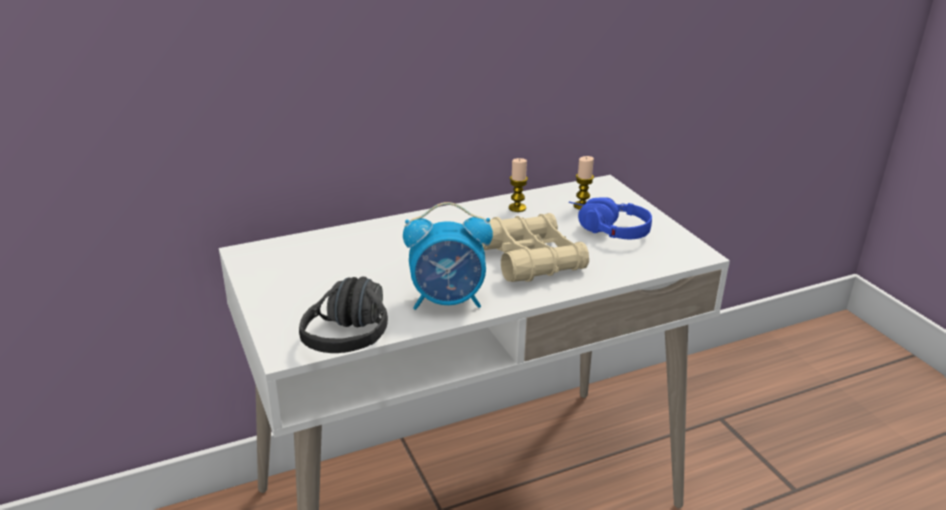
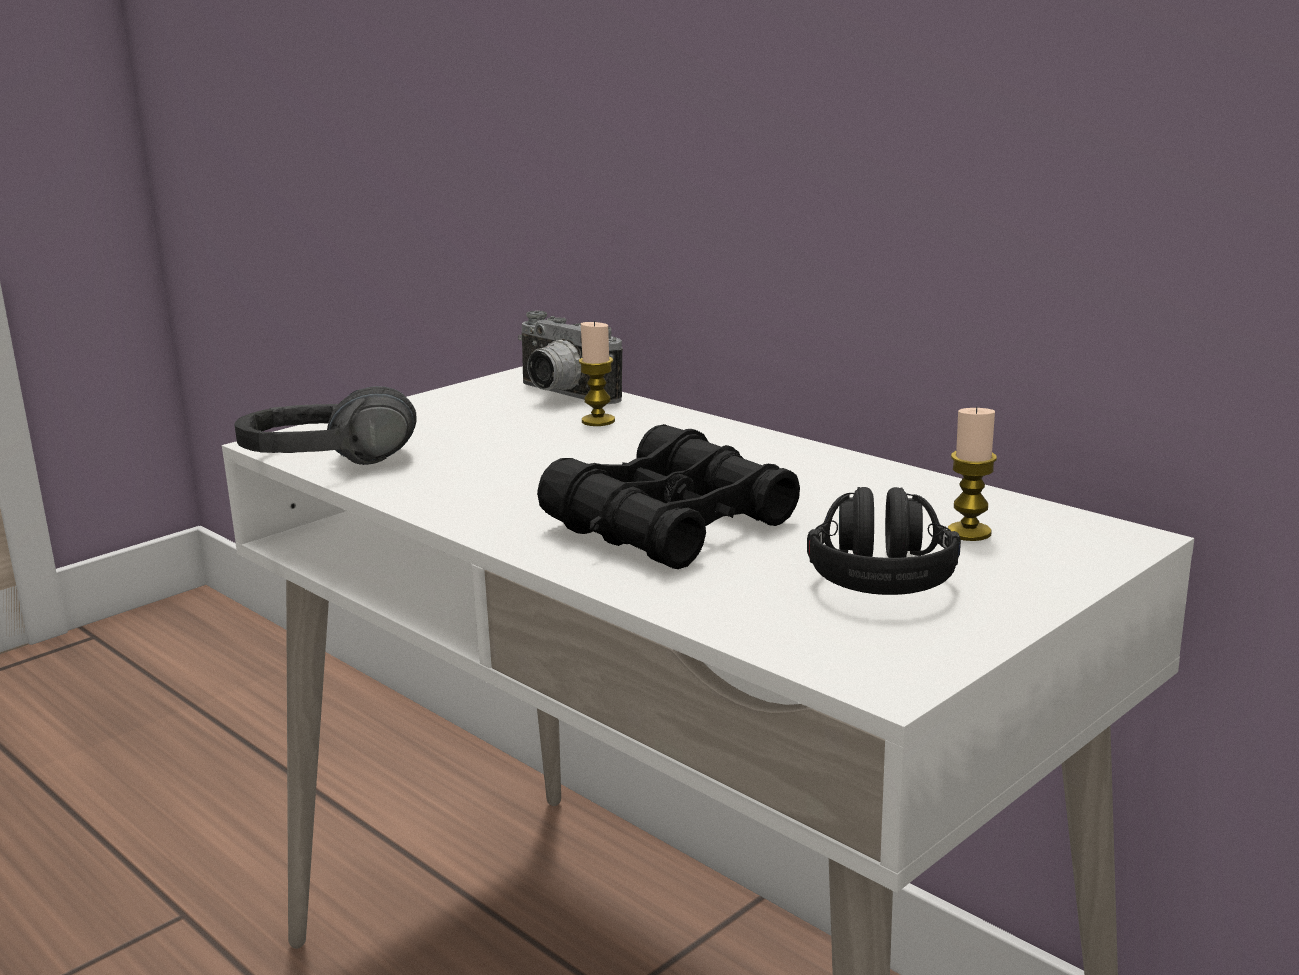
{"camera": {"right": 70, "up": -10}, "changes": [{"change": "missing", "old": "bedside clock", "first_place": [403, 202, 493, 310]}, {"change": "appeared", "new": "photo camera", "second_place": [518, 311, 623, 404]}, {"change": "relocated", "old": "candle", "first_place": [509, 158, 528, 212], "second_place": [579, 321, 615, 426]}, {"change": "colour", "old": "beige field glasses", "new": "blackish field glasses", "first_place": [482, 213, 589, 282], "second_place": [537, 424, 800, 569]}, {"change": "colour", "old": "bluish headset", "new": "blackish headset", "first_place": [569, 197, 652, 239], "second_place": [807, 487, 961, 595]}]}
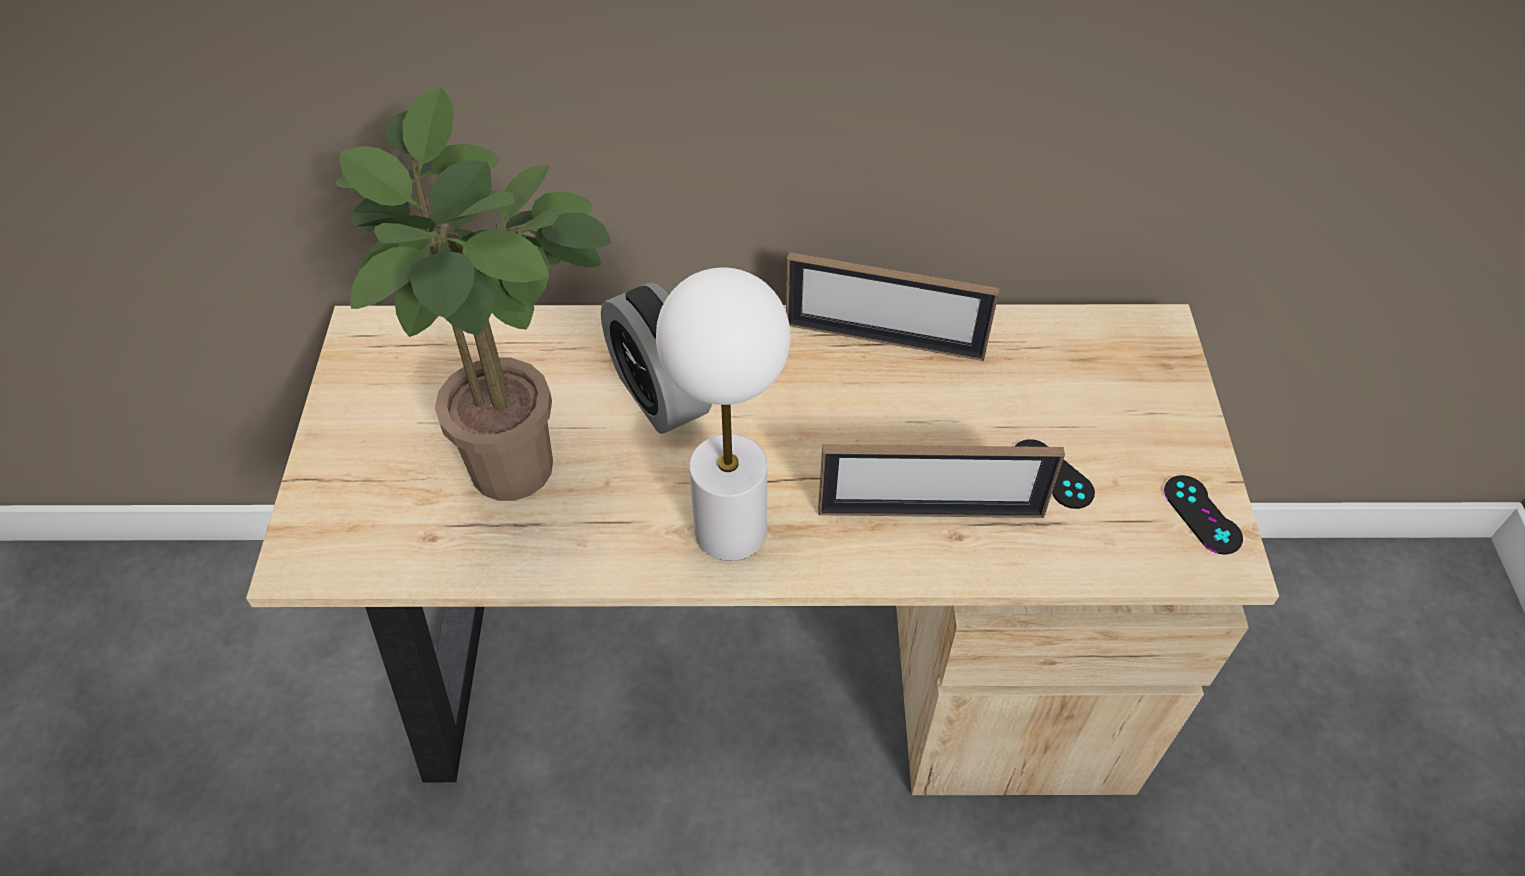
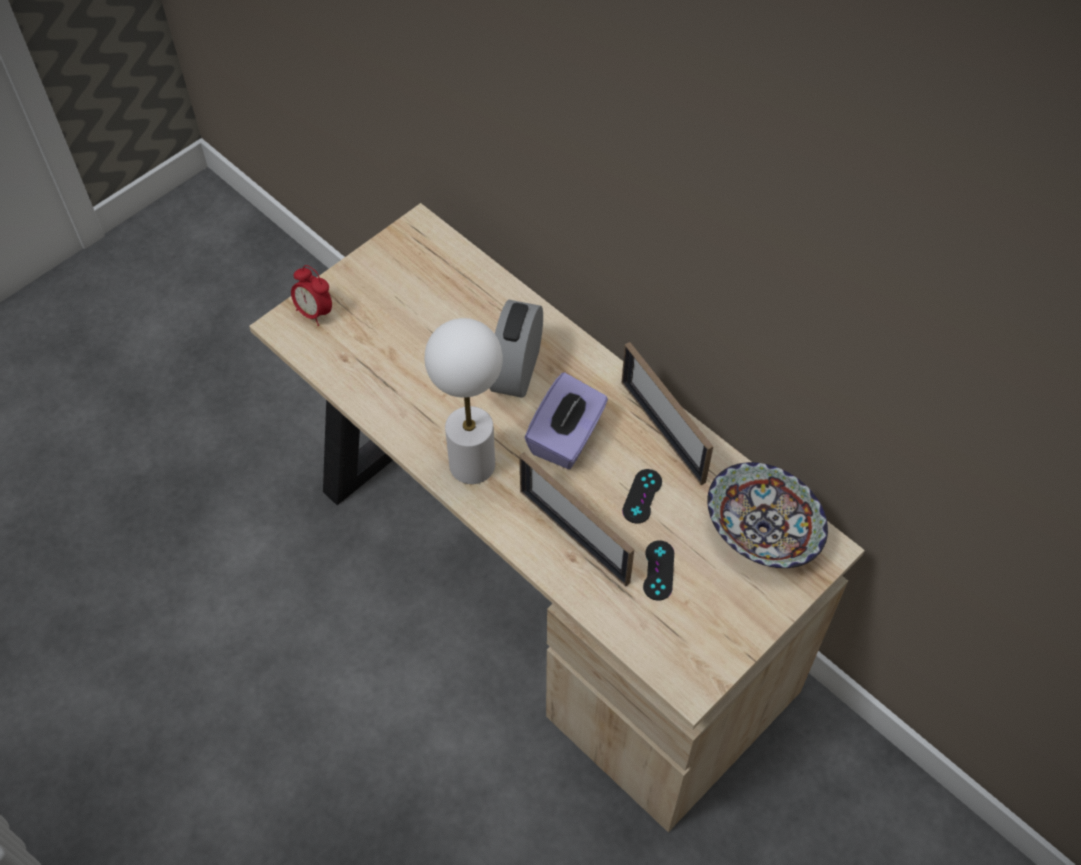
{"camera": {"right": 45, "up": 5}, "changes": [{"change": "missing", "old": "plant in a pot", "first_place": [336, 87, 611, 501]}, {"change": "appeared", "new": "bedside clock", "second_place": [291, 265, 332, 326]}, {"change": "appeared", "new": "purple-coloured box of tissues", "second_place": [524, 372, 608, 469]}, {"change": "appeared", "new": "bowl", "second_place": [707, 462, 828, 568]}, {"change": "relocated", "old": "blackish gamepad", "first_place": [1164, 475, 1243, 555], "second_place": [622, 469, 662, 523]}]}
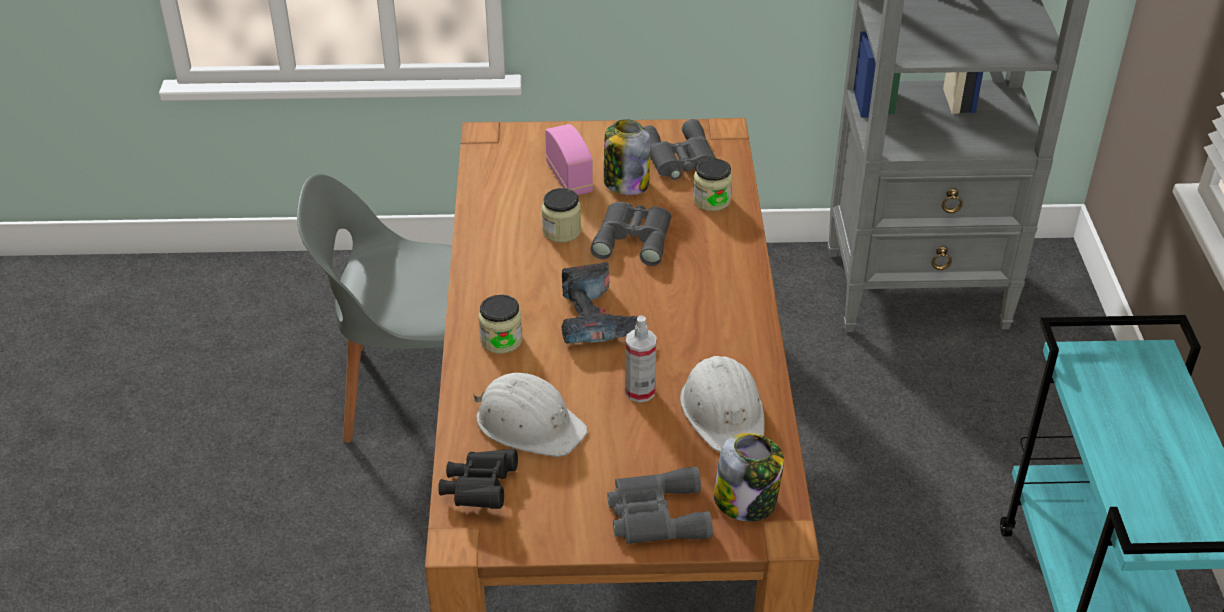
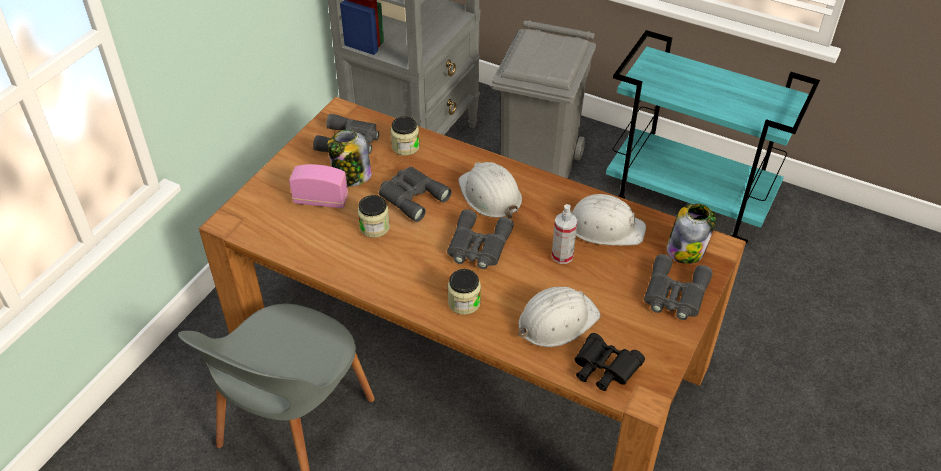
{"camera": {"right": -60, "up": 5}, "changes": [{"change": "appeared", "new": "white work helmet", "second_place": [458, 162, 522, 218]}, {"change": "appeared", "new": "grey trash can", "second_place": [491, 20, 596, 178]}, {"change": "exchanged", "old": "power drill", "new": "grey field glasses", "first_place": [562, 262, 649, 344], "second_place": [447, 209, 514, 269]}]}
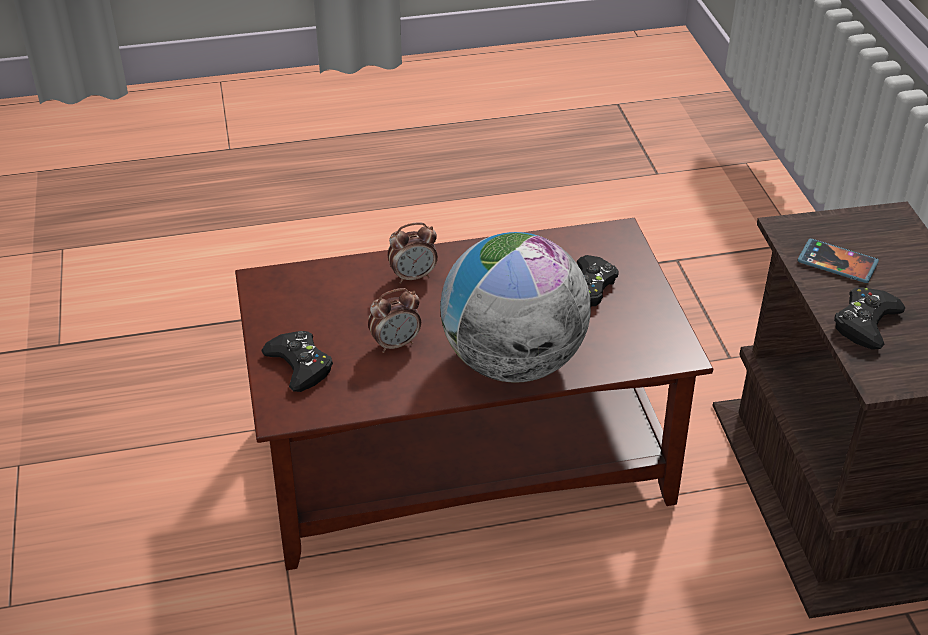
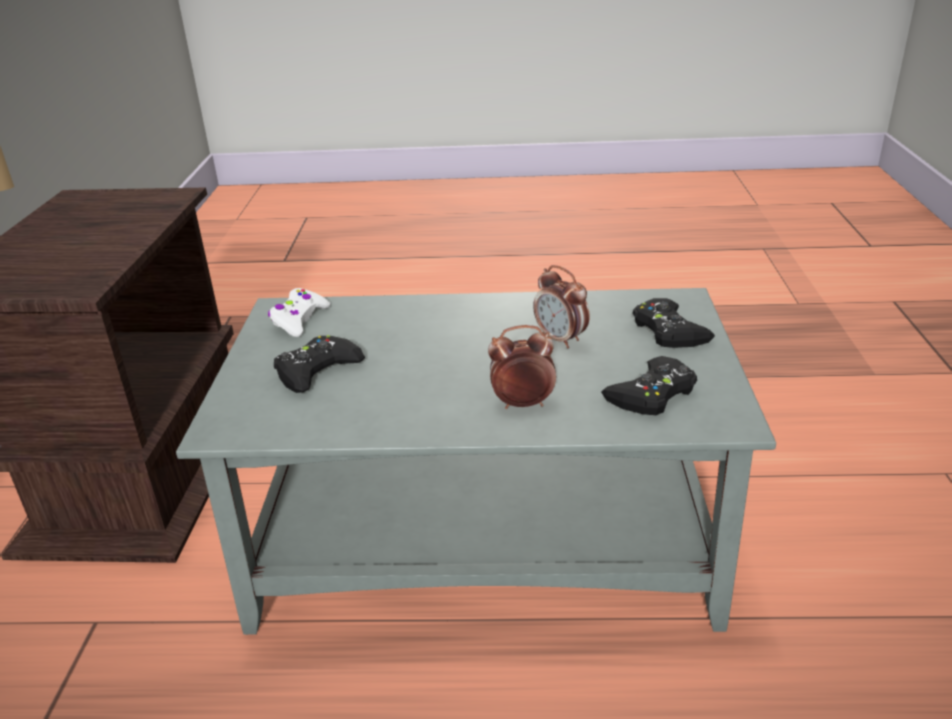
{"camera": {"right": -165, "up": -10}, "changes": [{"change": "missing", "old": "desk globe", "first_place": [440, 232, 591, 383]}, {"change": "missing", "old": "handset", "first_place": [797, 238, 879, 283]}, {"change": "appeared", "new": "white gamepad", "second_place": [268, 288, 331, 337]}, {"change": "relocated", "old": "blackish gamepad", "first_place": [834, 287, 905, 350], "second_place": [601, 356, 697, 415]}, {"change": "colour", "old": "brownish lounge table", "new": "grey lounge table", "first_place": [235, 218, 713, 570], "second_place": [176, 288, 776, 635]}, {"change": "spun", "old": "bedside clock", "first_place": [368, 288, 421, 353], "second_place": [533, 265, 590, 349], "degrees": -120}]}
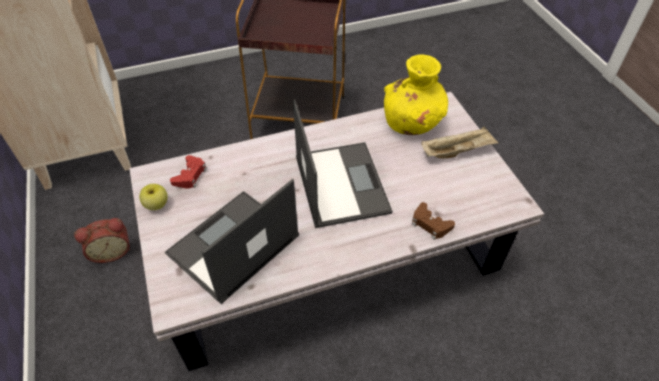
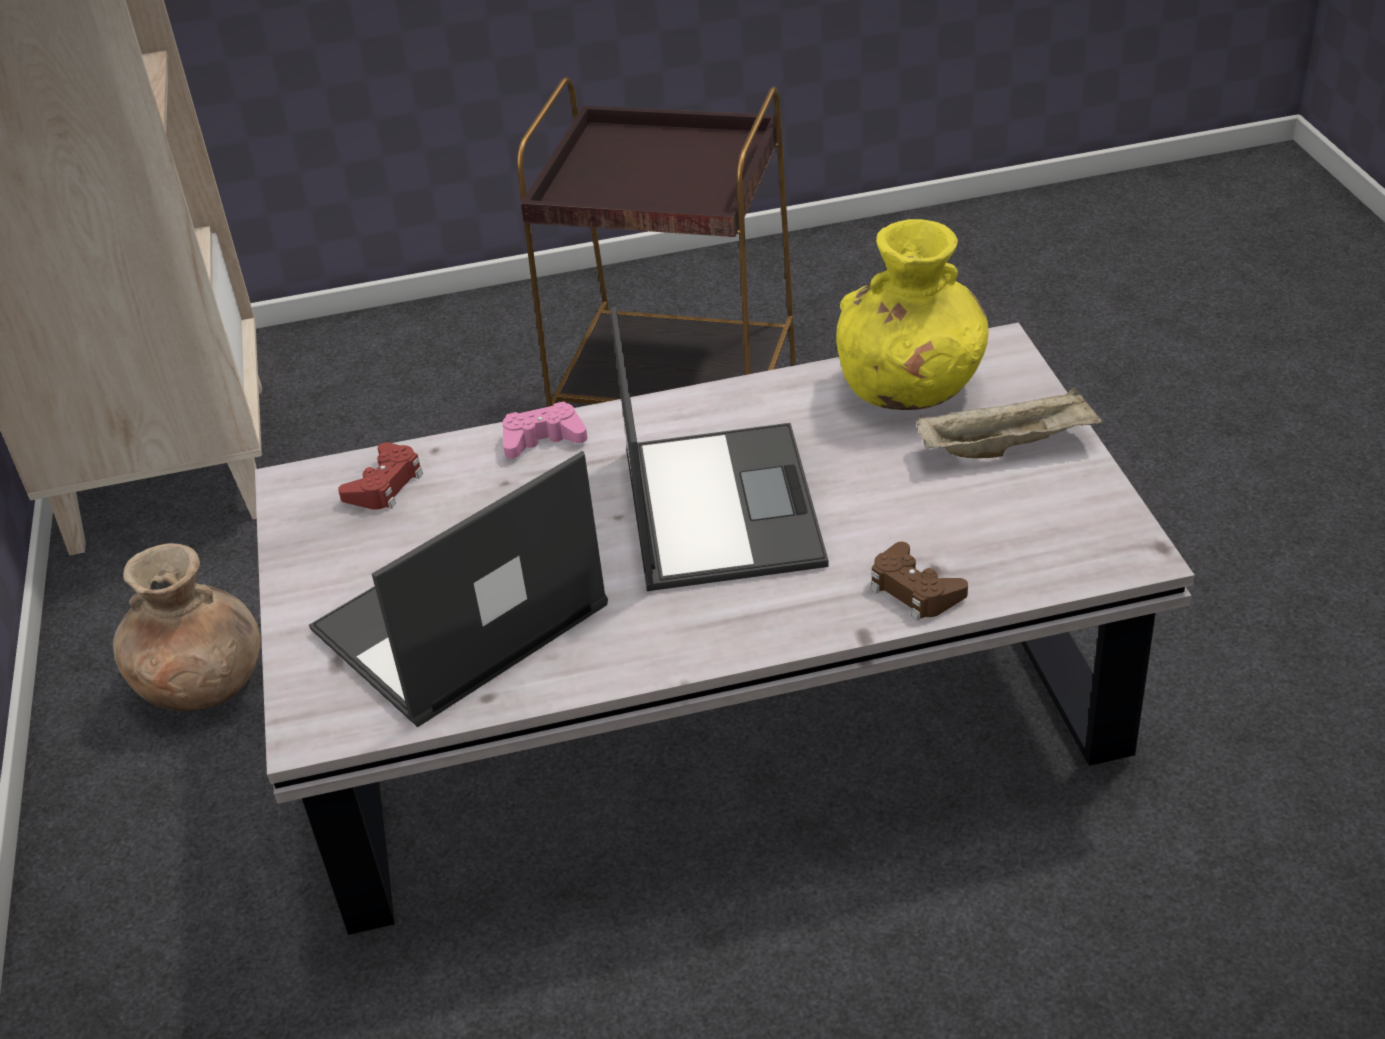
{"camera": {"right": 10, "up": -10}, "changes": [{"change": "missing", "old": "whole apple", "first_place": [139, 184, 168, 210]}, {"change": "appeared", "new": "pinkish gamepad", "second_place": [502, 401, 587, 459]}, {"change": "exchanged", "old": "bedside clock", "new": "brownish decorative vase", "first_place": [74, 218, 130, 263], "second_place": [113, 543, 260, 711]}]}
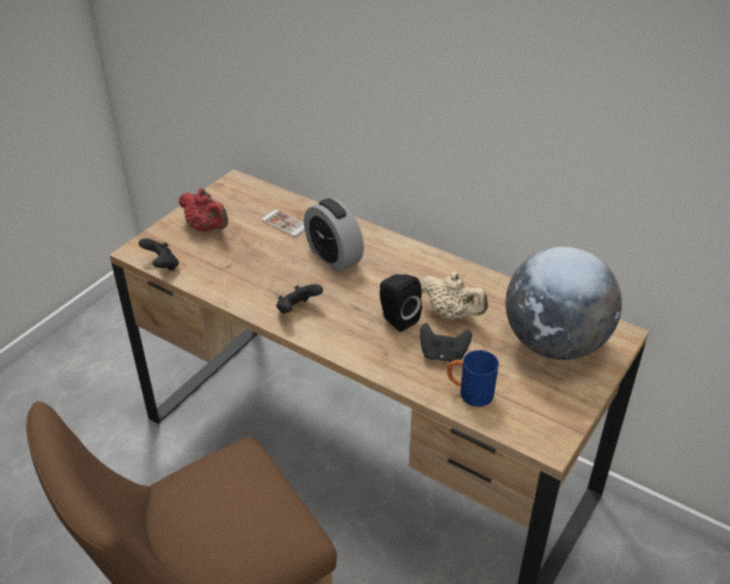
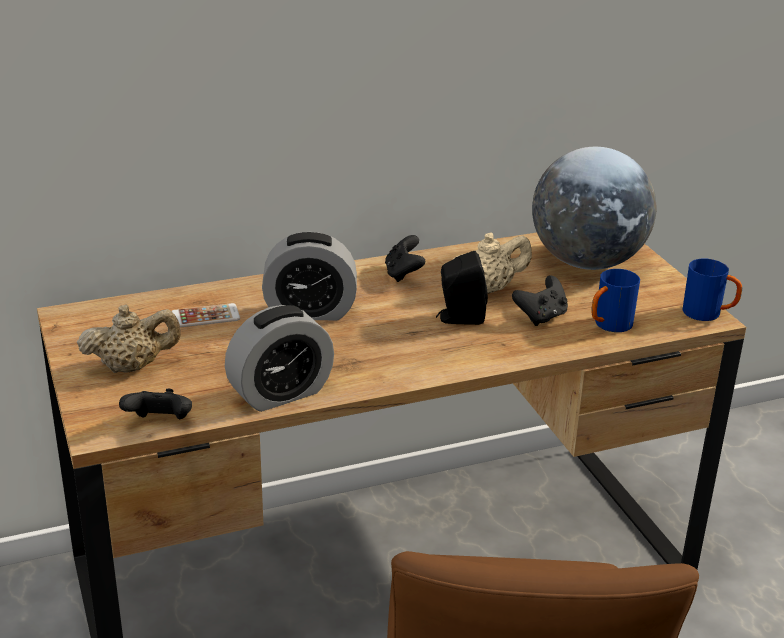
{"camera": {"right": -55, "up": -10}, "changes": [{"change": "appeared", "new": "bedside clock", "second_place": [225, 305, 334, 412]}, {"change": "appeared", "new": "bluish coffee mug", "second_place": [682, 259, 742, 321]}, {"change": "relocated", "old": "blackish gamepad", "first_place": [276, 284, 323, 313], "second_place": [385, 235, 425, 282]}, {"change": "colour", "old": "red-coloured teapot", "new": "beige teapot", "first_place": [179, 188, 228, 232], "second_place": [77, 304, 181, 373]}]}
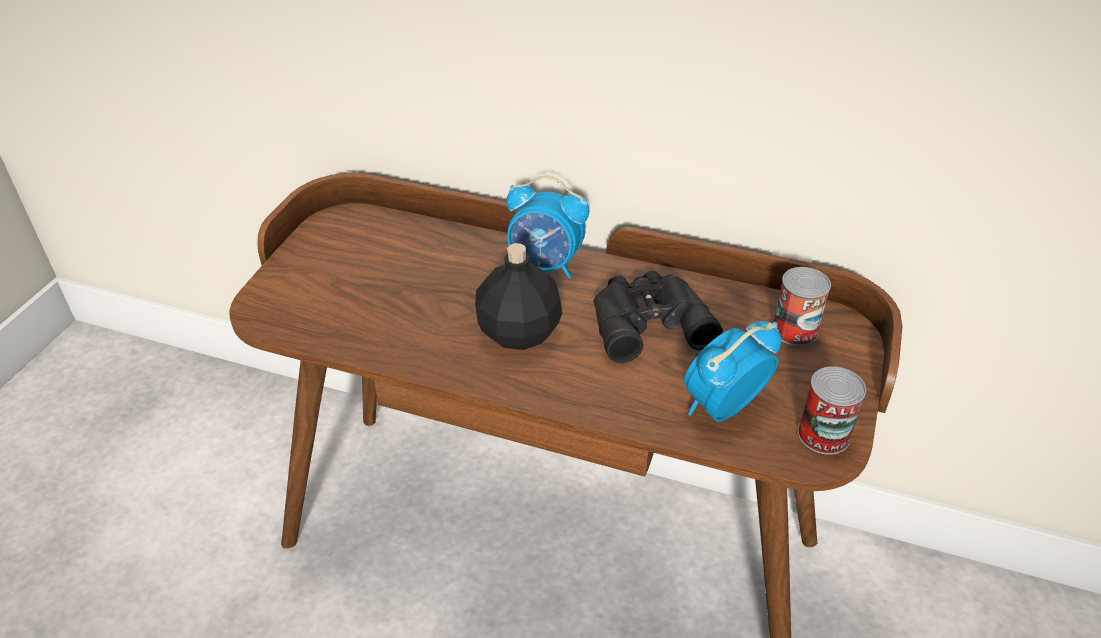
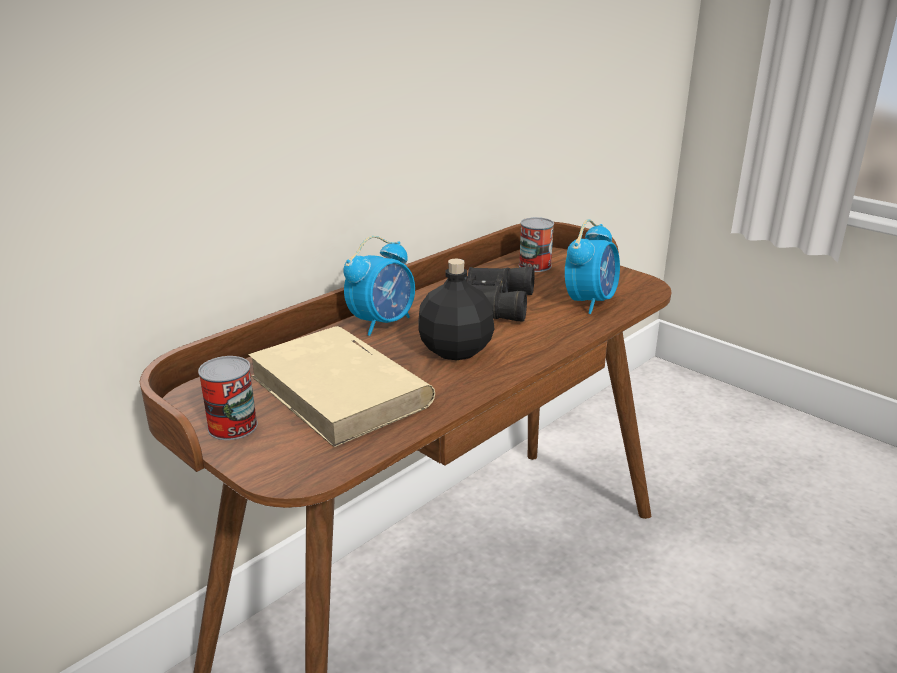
{"camera": {"right": -65, "up": -15}, "changes": [{"change": "appeared", "new": "beige volume", "second_place": [248, 326, 435, 447]}, {"change": "relocated", "old": "sealed can", "first_place": [798, 366, 866, 455], "second_place": [198, 356, 258, 440]}, {"change": "spun", "old": "bedside clock", "first_place": [684, 321, 781, 422], "second_place": [565, 219, 620, 314], "degrees": -135}]}
